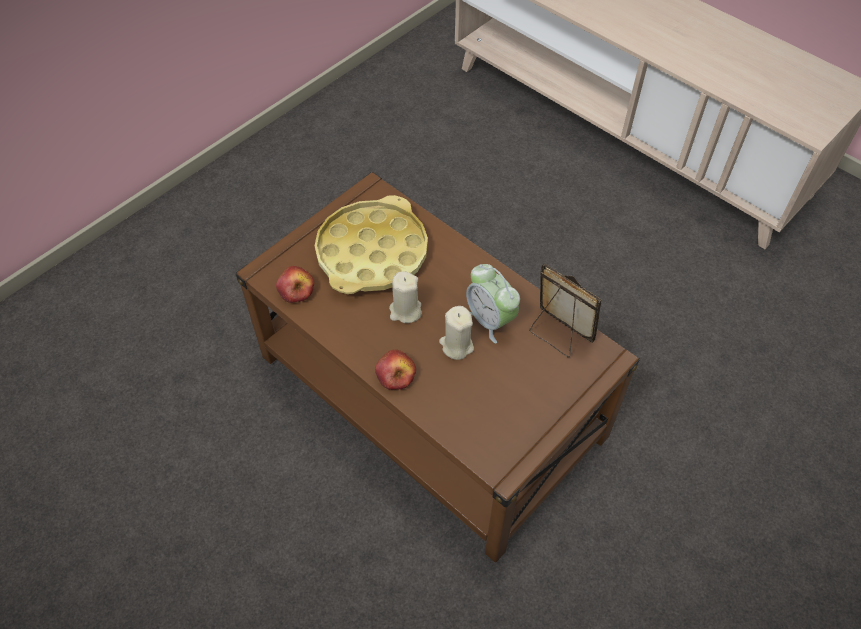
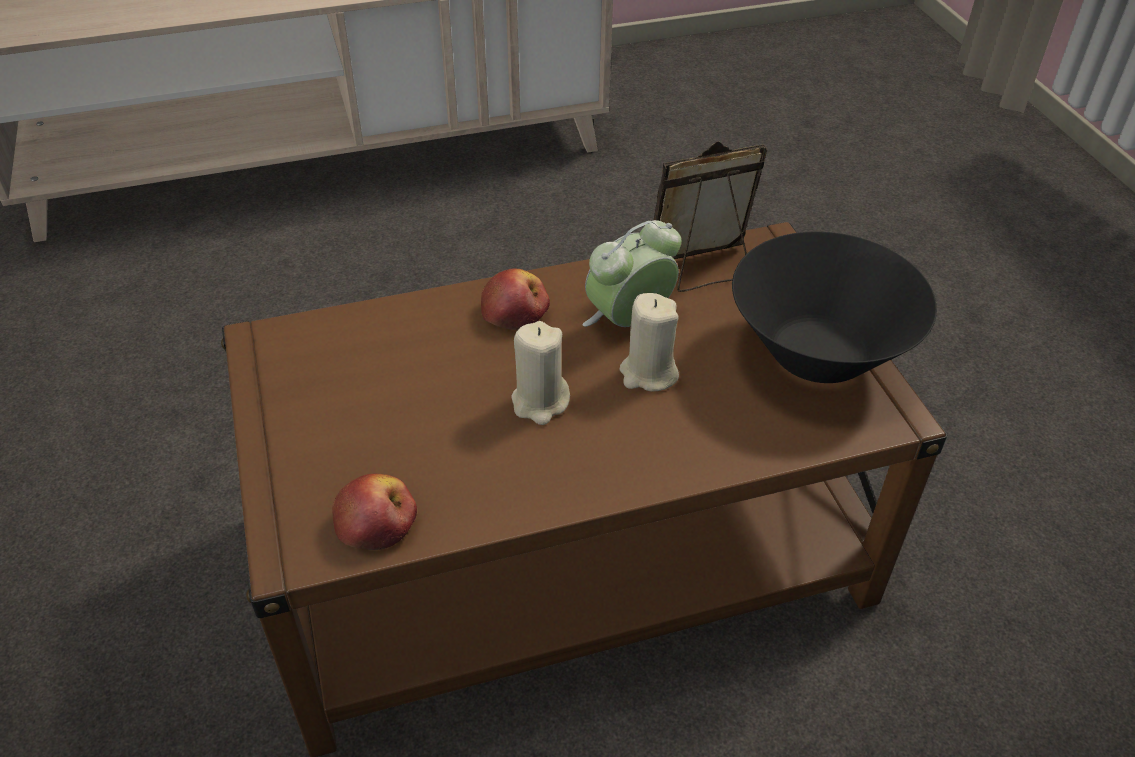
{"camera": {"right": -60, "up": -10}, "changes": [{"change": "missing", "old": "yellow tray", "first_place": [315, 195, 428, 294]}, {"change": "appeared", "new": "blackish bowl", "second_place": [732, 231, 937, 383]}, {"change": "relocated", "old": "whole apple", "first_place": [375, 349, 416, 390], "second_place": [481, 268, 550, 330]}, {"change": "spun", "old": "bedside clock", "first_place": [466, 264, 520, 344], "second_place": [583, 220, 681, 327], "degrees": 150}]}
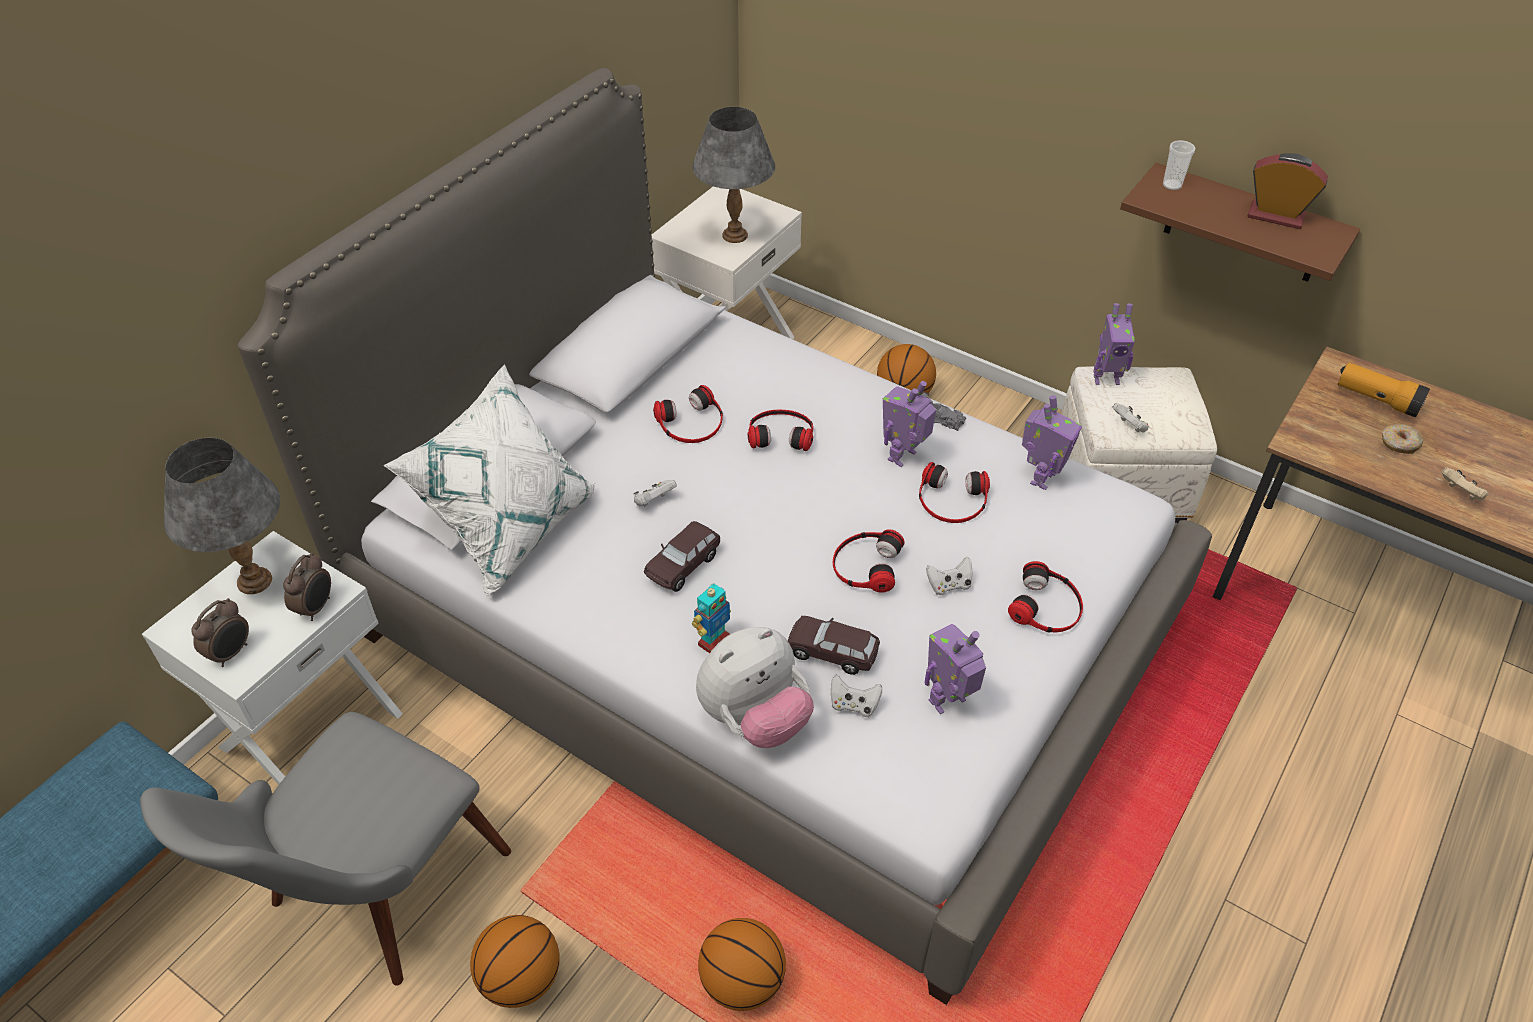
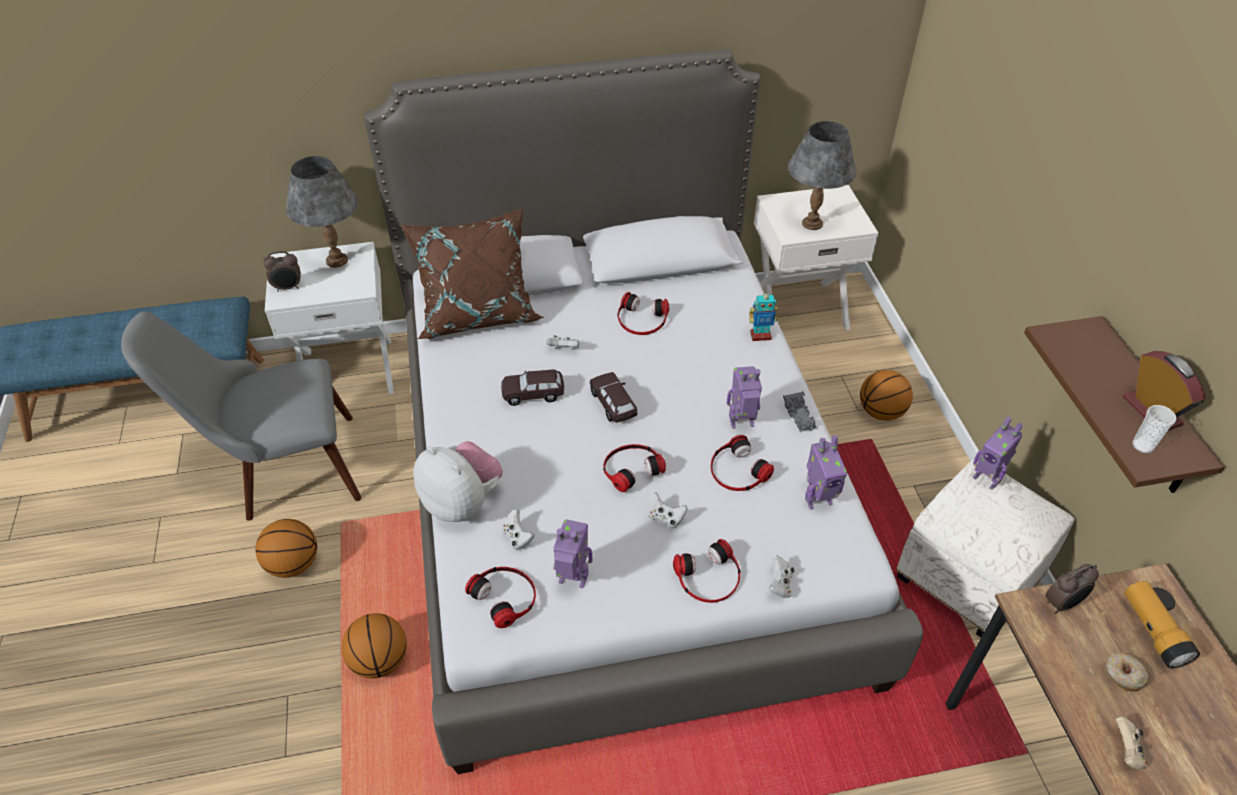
{"camera": {"right": 45, "up": 0}, "changes": [{"change": "relocated", "old": "bedside clock", "first_place": [283, 552, 331, 621], "second_place": [1045, 564, 1099, 614]}, {"change": "relocated", "old": "robot figure", "first_place": [692, 583, 731, 653], "second_place": [749, 291, 778, 341]}, {"change": "relocated", "old": "headset", "first_place": [748, 409, 813, 451], "second_place": [465, 567, 536, 628]}, {"change": "relocated", "old": "brownish toy car", "first_place": [788, 616, 880, 675], "second_place": [590, 372, 637, 423]}, {"change": "relocated", "old": "white gamepad", "first_place": [1112, 403, 1149, 433], "second_place": [769, 555, 794, 598]}, {"change": "relocated", "old": "drinking cup", "first_place": [1163, 140, 1195, 190], "second_place": [1133, 405, 1176, 453]}, {"change": "colour", "old": "white pillow", "new": "brownish pillow", "first_place": [384, 364, 596, 597], "second_place": [401, 208, 544, 339]}, {"change": "spun", "old": "soft toy", "first_place": [696, 627, 814, 748], "second_place": [413, 441, 503, 522], "degrees": -150}]}
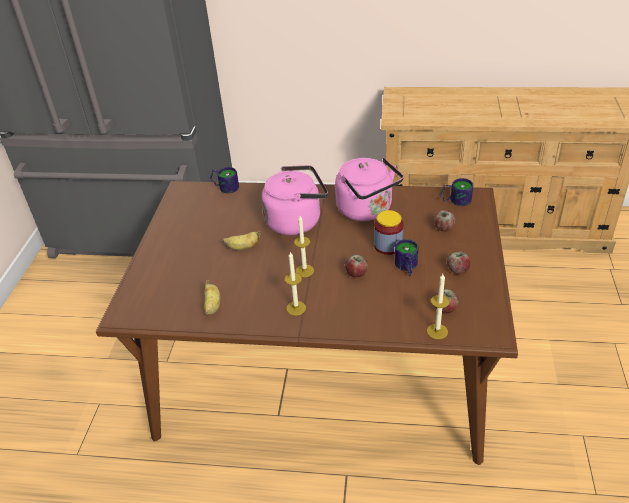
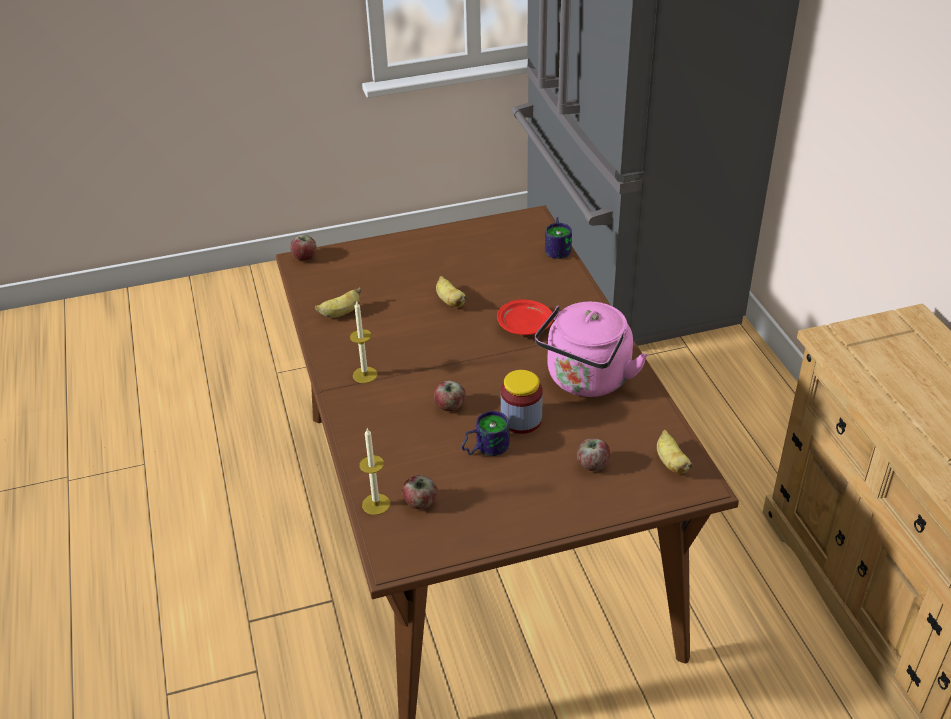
{"camera": {"right": 65, "up": 0}, "changes": [{"change": "missing", "old": "candle", "first_place": [294, 216, 314, 277]}, {"change": "relocated", "old": "whole apple", "first_place": [447, 251, 471, 274], "second_place": [290, 235, 316, 261]}, {"change": "exchanged", "old": "pinkish tea kettle", "new": "red-coloured dinner plate", "first_place": [261, 165, 328, 236], "second_place": [497, 299, 553, 335]}, {"change": "exchanged", "old": "coffee mug", "new": "banana fruit", "first_place": [440, 178, 473, 206], "second_place": [657, 430, 693, 474]}]}
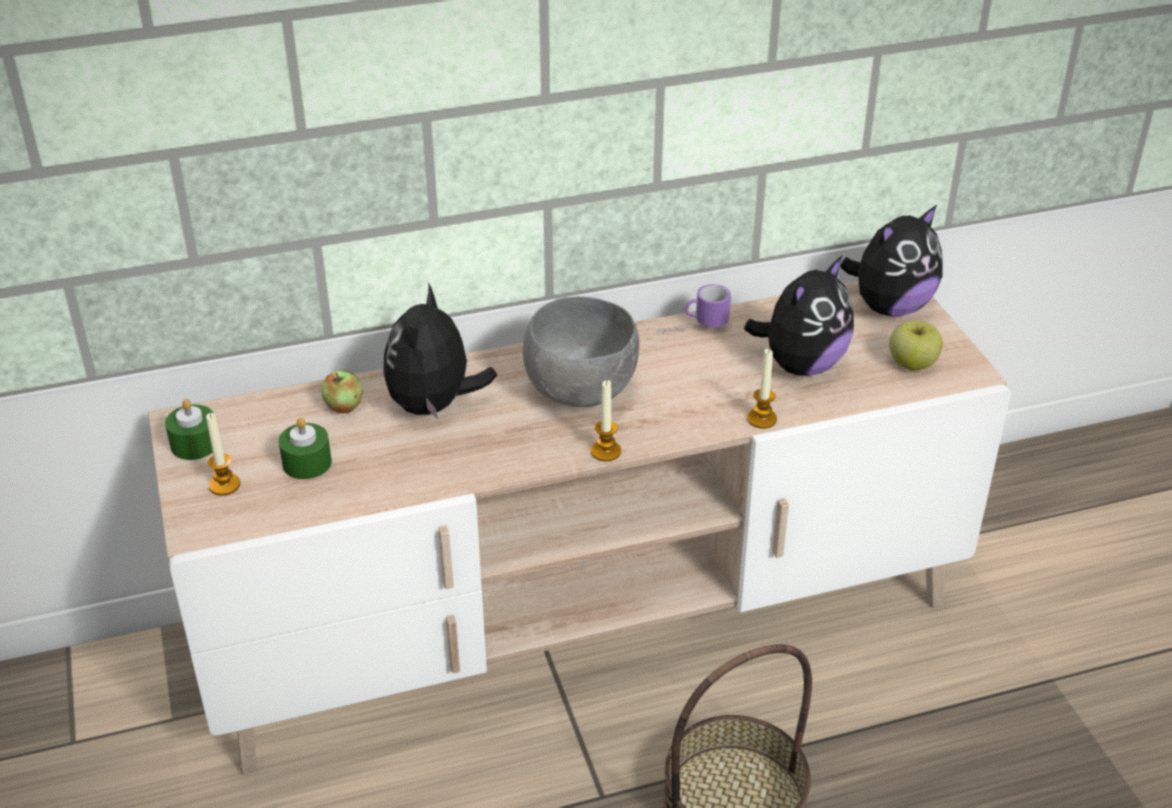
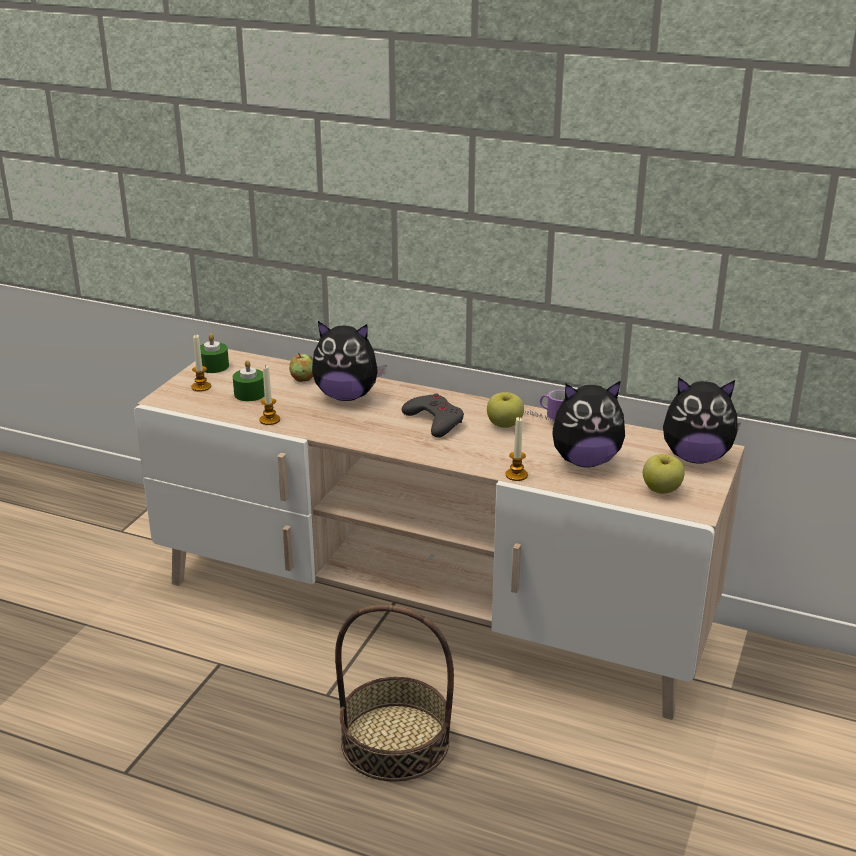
{"camera": {"right": 40, "up": -10}, "changes": [{"change": "appeared", "new": "whole apple", "second_place": [487, 392, 524, 428]}, {"change": "relocated", "old": "candle", "first_place": [591, 380, 621, 461], "second_place": [259, 366, 280, 425]}, {"change": "exchanged", "old": "grey bowl", "new": "grey gamepad", "first_place": [523, 296, 639, 407], "second_place": [402, 393, 464, 438]}, {"change": "spun", "old": "soft toy", "first_place": [383, 284, 497, 419], "second_place": [312, 321, 386, 401], "degrees": -135}]}
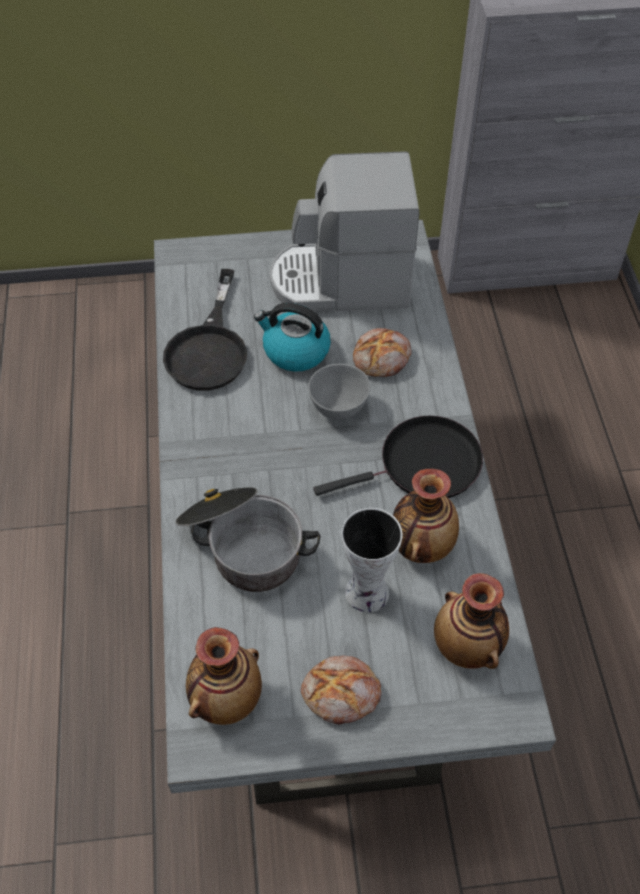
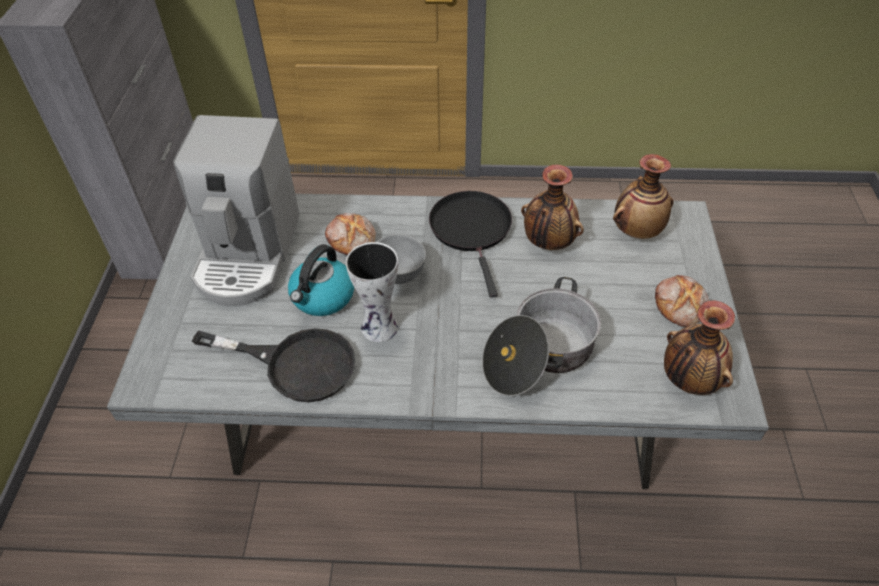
{"camera": {"right": -80, "up": -5}, "changes": [{"change": "relocated", "old": "decorative vase", "first_place": [341, 508, 403, 613], "second_place": [346, 242, 398, 342]}]}
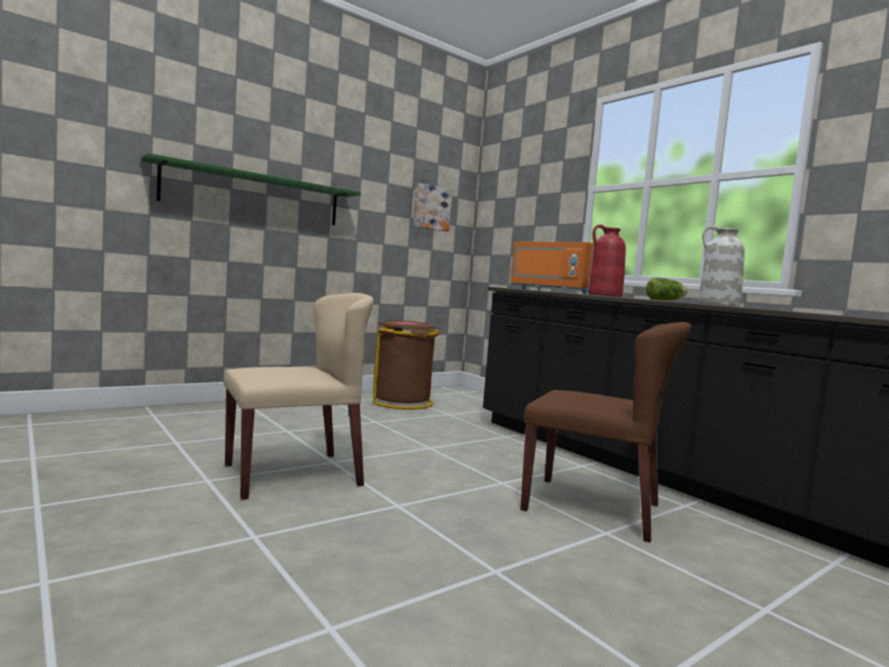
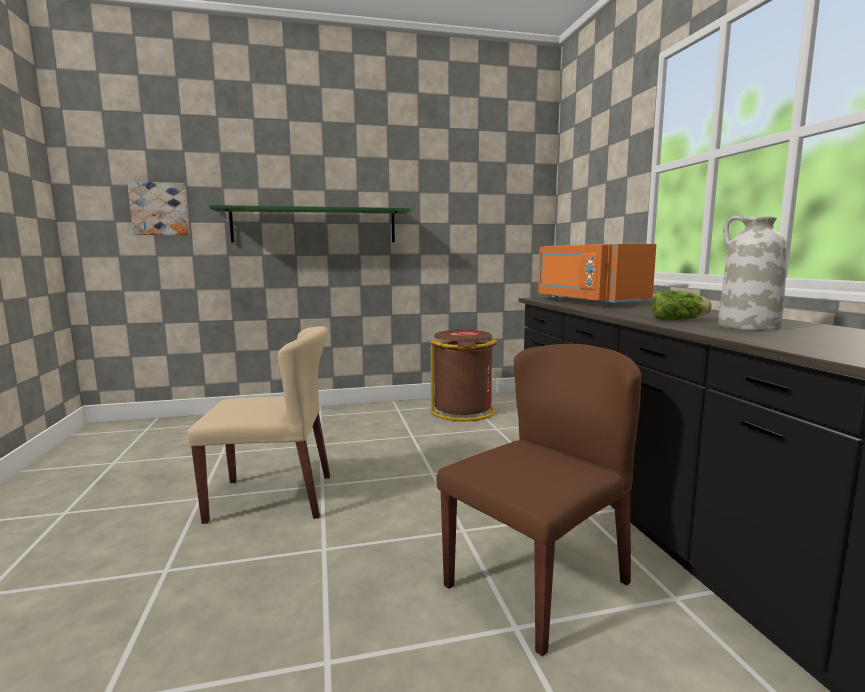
{"camera": {"right": 25, "up": 5}, "changes": [{"change": "missing", "old": "red-coloured decorative vase", "first_place": [588, 224, 626, 297]}, {"change": "relocated", "old": "picture", "first_place": [413, 183, 452, 232], "second_place": [127, 182, 190, 235]}, {"change": "spun", "old": "brownish upright chair", "first_place": [520, 322, 691, 543], "second_place": [436, 344, 641, 657], "degrees": -90}]}
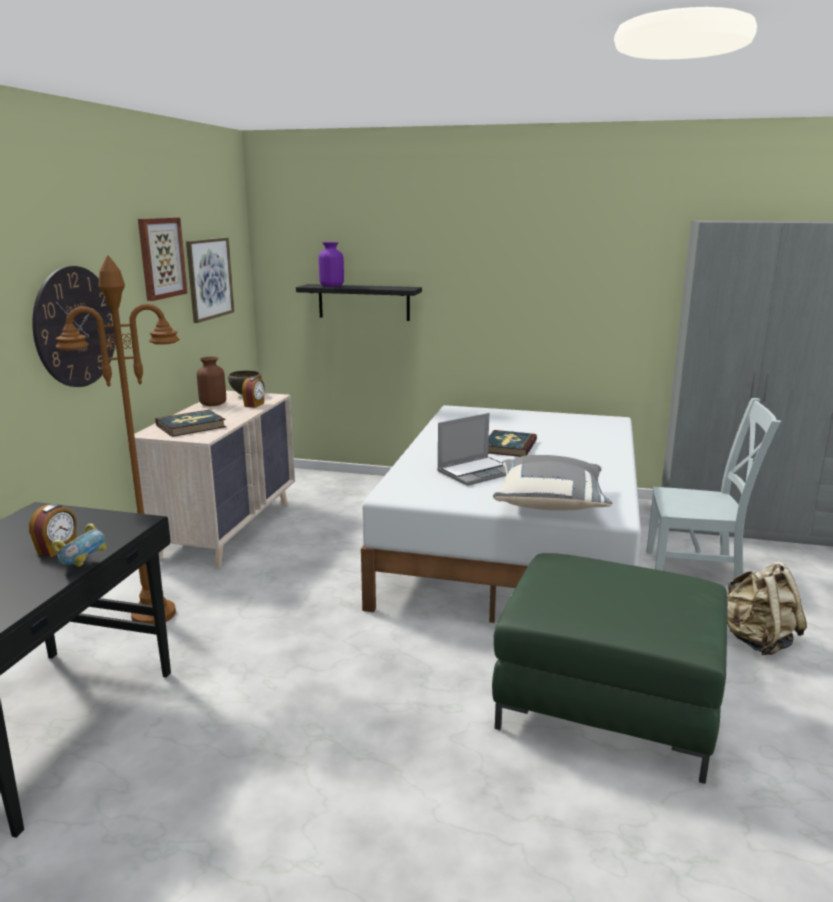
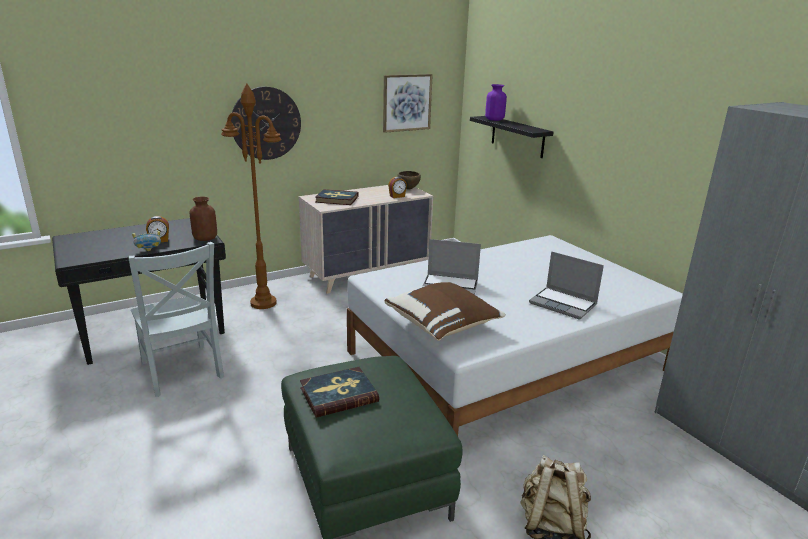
{"camera": {"right": 45, "up": 5}, "changes": [{"change": "missing", "old": "picture", "first_place": [138, 218, 188, 301]}, {"change": "appeared", "new": "portable computer", "second_place": [529, 251, 604, 319]}, {"change": "relocated", "old": "brownish decorative vase", "first_place": [197, 357, 226, 406], "second_place": [190, 197, 217, 241]}, {"change": "relocated", "old": "volume", "first_place": [488, 430, 537, 457], "second_place": [300, 367, 379, 418]}, {"change": "relocated", "old": "grey upright chair", "first_place": [646, 398, 781, 587], "second_place": [129, 242, 224, 397]}, {"change": "colour", "old": "grey pillow", "new": "brownish pillow", "first_place": [493, 455, 612, 511], "second_place": [384, 282, 506, 341]}]}
